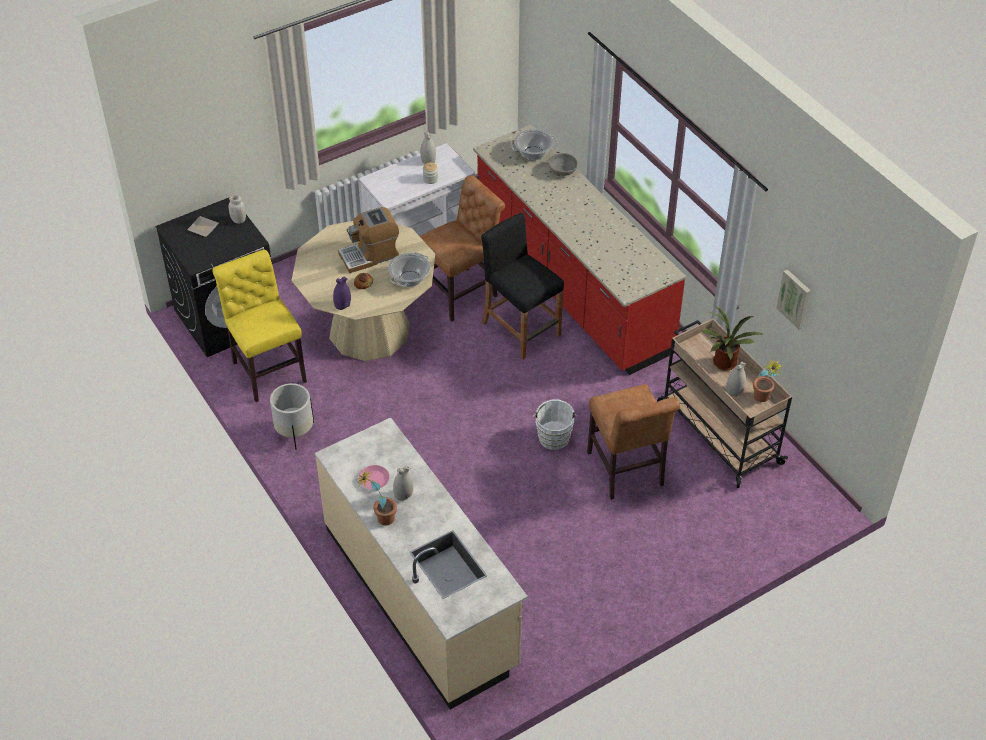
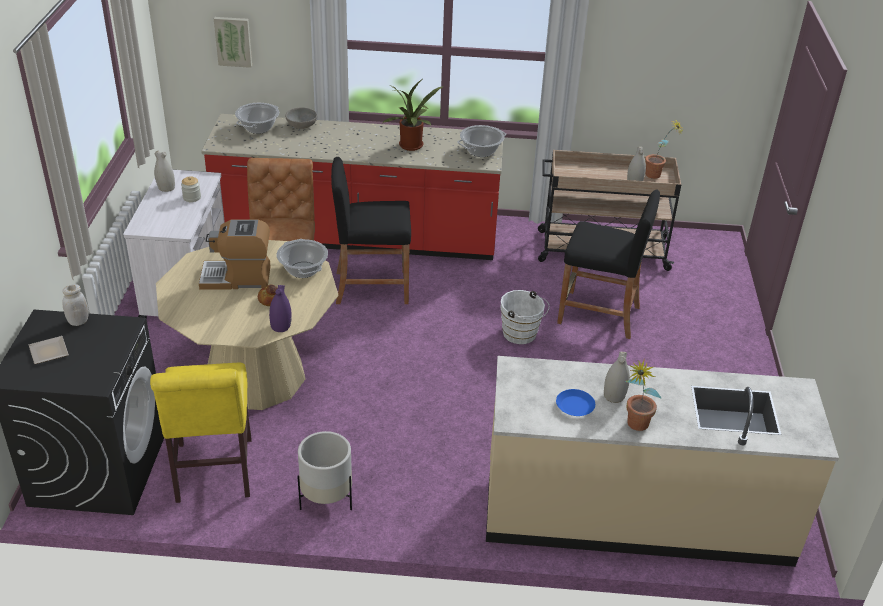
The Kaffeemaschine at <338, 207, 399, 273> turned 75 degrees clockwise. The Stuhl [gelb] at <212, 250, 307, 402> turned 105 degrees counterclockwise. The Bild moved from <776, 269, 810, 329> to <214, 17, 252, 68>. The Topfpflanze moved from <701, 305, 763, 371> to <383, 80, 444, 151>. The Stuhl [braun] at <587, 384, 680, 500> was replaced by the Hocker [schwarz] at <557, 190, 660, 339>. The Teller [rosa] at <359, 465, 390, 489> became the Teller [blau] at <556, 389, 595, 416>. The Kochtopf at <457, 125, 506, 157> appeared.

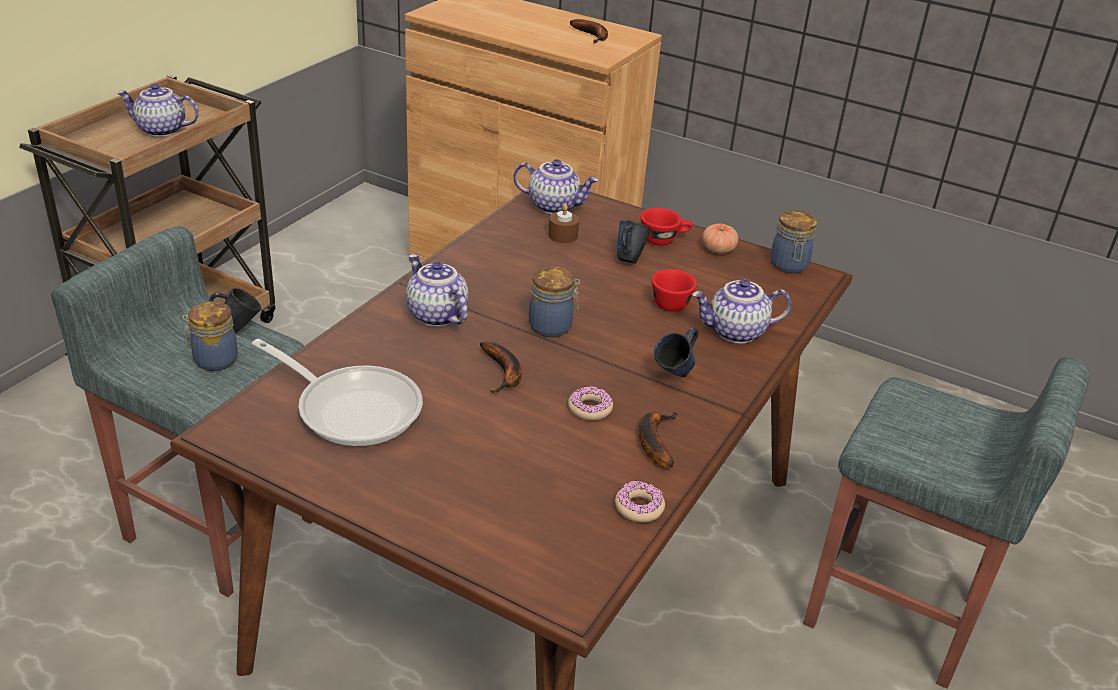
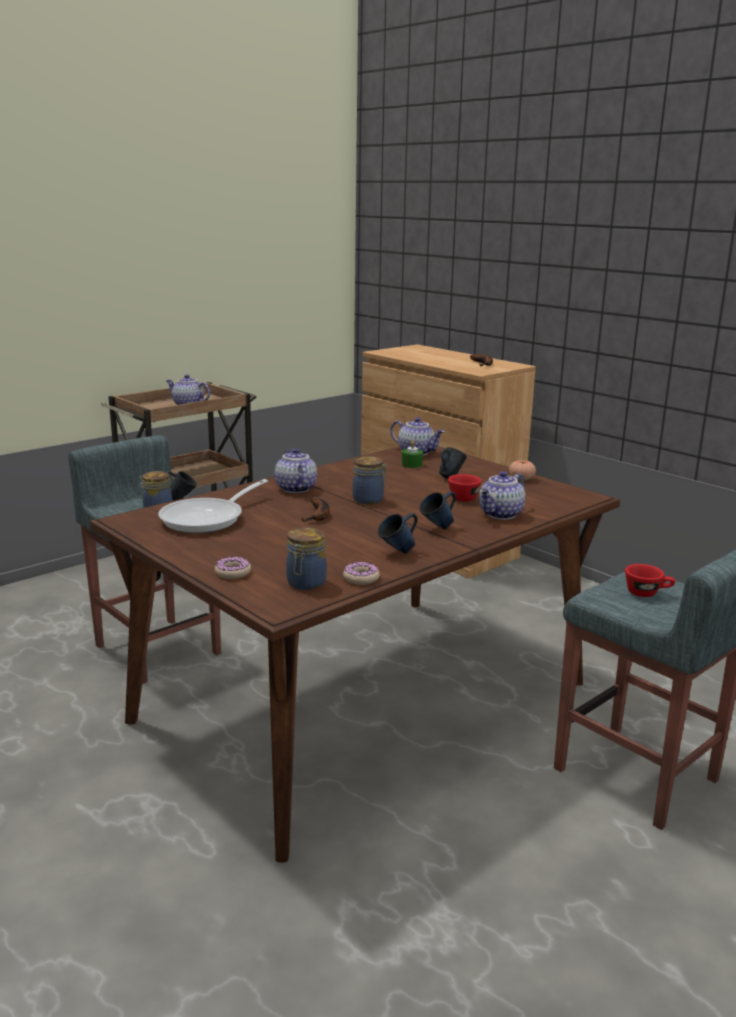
The Kerze [braun] at <548, 204, 579, 243> became the Kerze [grün] at <401, 440, 423, 468>. The Tasse [rot] moved from <641, 208, 693, 245> to <625, 564, 675, 597>. The Vorratsglas moved from <770, 210, 817, 274> to <286, 527, 327, 590>. The Teekanne at <692, 279, 791, 344> turned 60 degrees counterclockwise. The Pfanne at <252, 339, 423, 447> turned 75 degrees clockwise. The Donut moved from <568, 386, 613, 421> to <215, 557, 251, 579>. The Banane at <639, 412, 678, 468> was replaced by the Henkelbecher [blau] at <378, 513, 418, 554>.

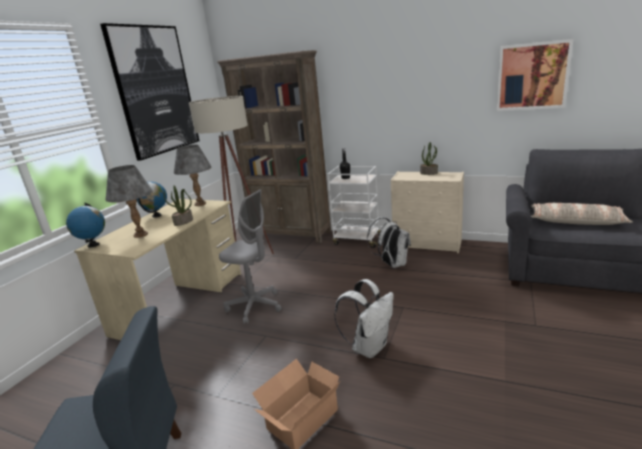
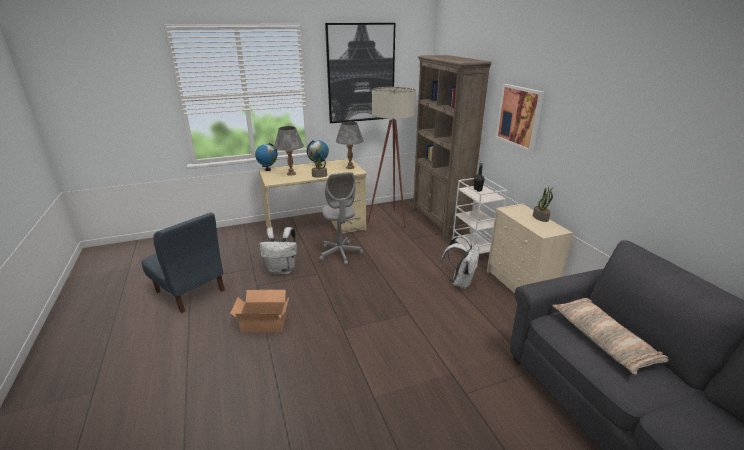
The Bild moved from <497, 39, 573, 111> to <496, 84, 544, 152>. The Rucksack [weiß] moved from <334, 279, 394, 358> to <259, 227, 297, 275>.

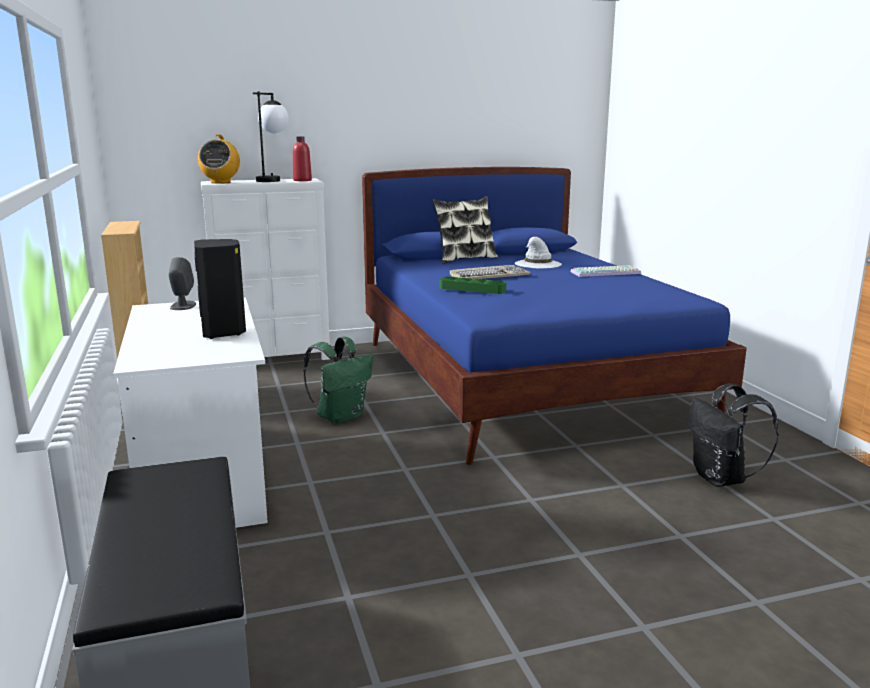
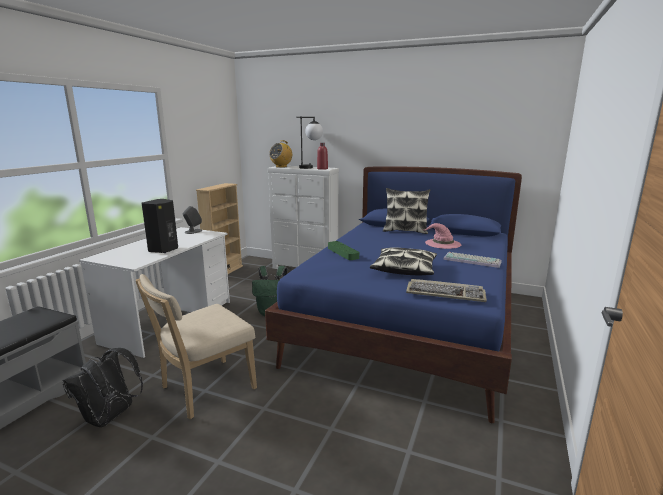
The Hut [weiß] at <515, 237, 562, 268> became the Hut [rosa] at <425, 223, 461, 249>. The Tastatur moved from <450, 265, 531, 279> to <406, 279, 487, 302>. The Rucksack [schwarz] moved from <688, 383, 779, 487> to <62, 348, 143, 427>. The Kissen at <370, 247, 437, 275> appeared. The Stuhl [beige] at <136, 274, 257, 419> appeared.

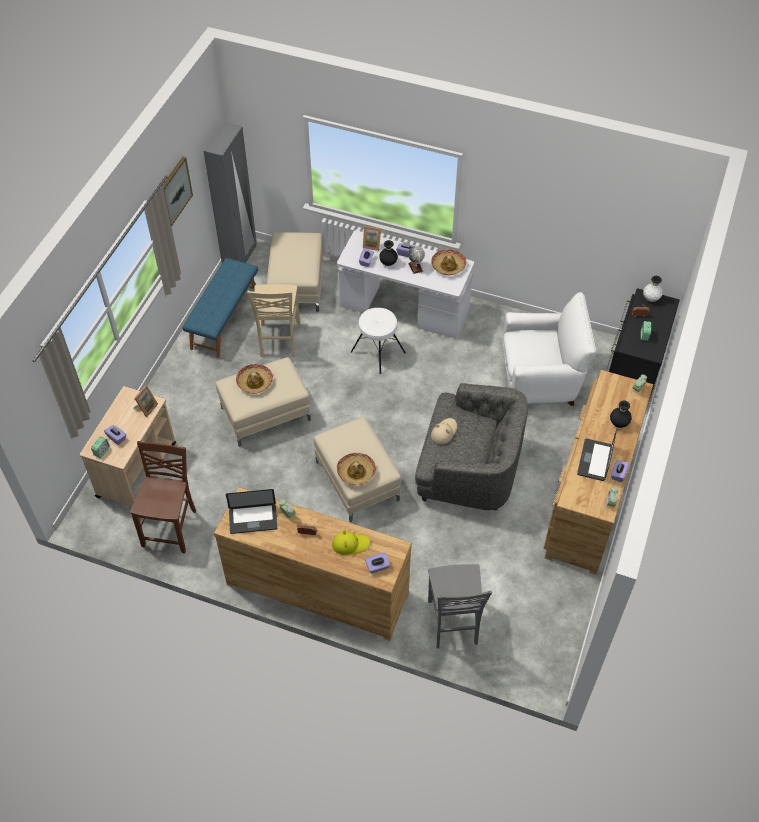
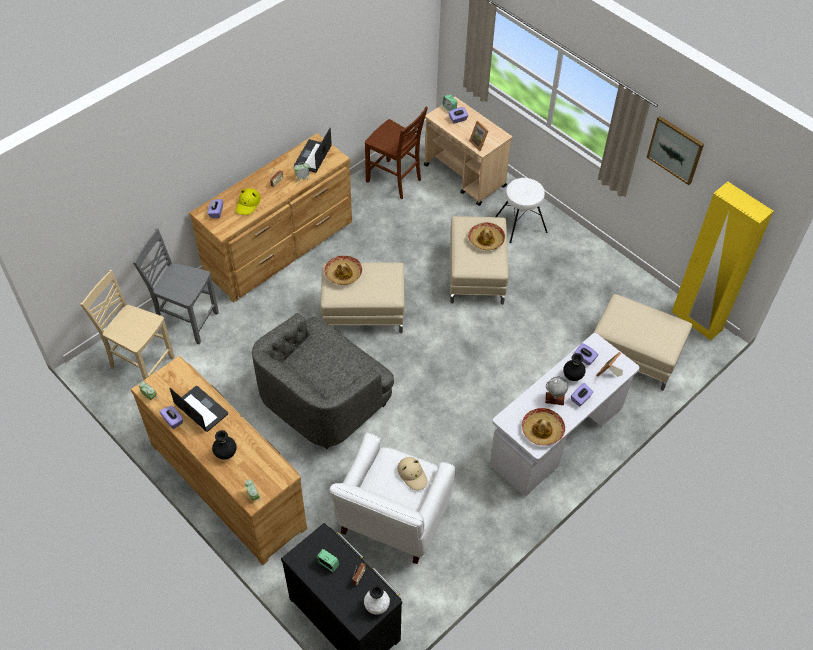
The Kleiderschrank [grau] at <204, 122, 257, 263> became the Kleiderschrank [gelb] at <672, 181, 774, 341>. The Bank [blau] at <182, 258, 258, 358> disappeared. The Stuhl [beige] moved from <247, 284, 300, 357> to <80, 269, 175, 380>. The Hocker [weiß] moved from <351, 308, 406, 374> to <495, 178, 548, 243>. The Hut [beige] moved from <431, 418, 457, 444> to <397, 457, 428, 490>.

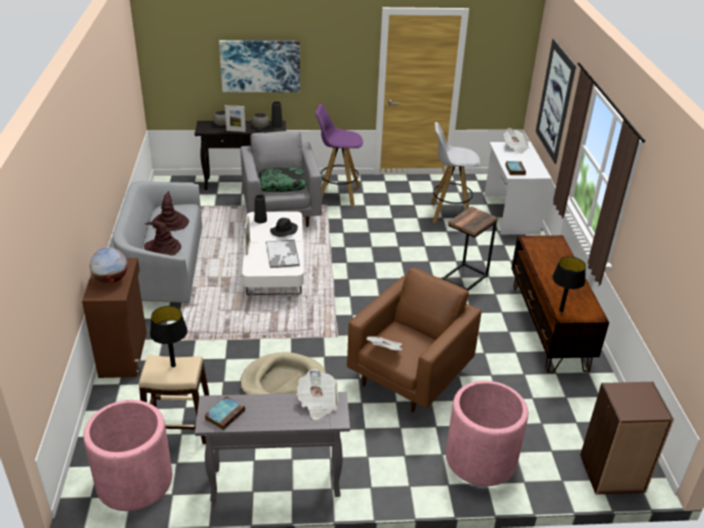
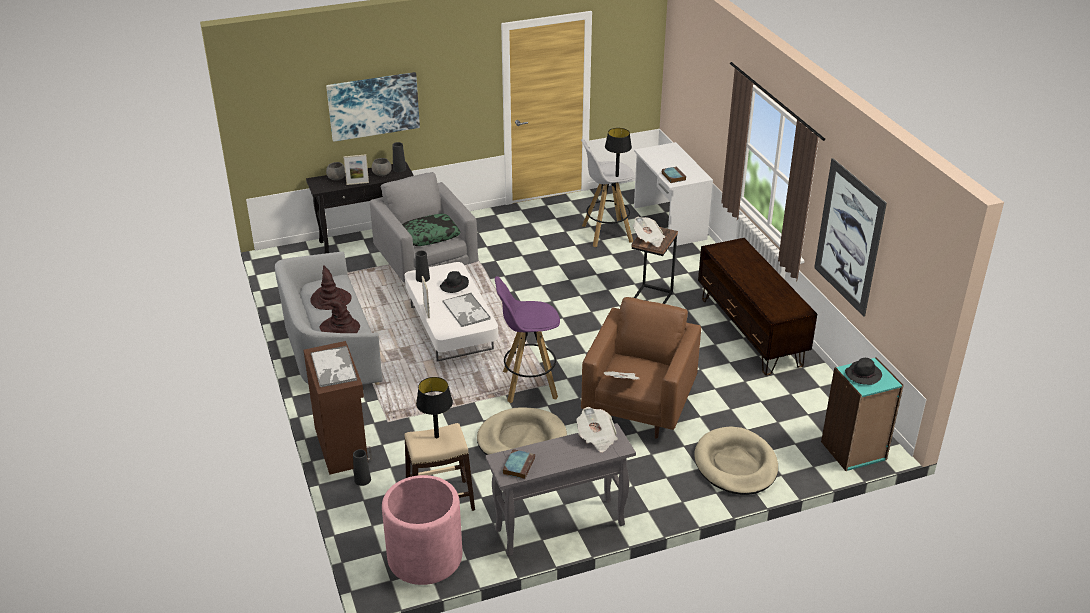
The Bild moved from <536, 39, 576, 164> to <814, 158, 887, 317>. The Hocker [lila] moved from <315, 104, 363, 206> to <495, 276, 560, 403>. The Zeitung moved from <504, 128, 529, 154> to <633, 217, 665, 247>. The Globus at <90, 247, 128, 283> was replaced by the Tablett at <311, 346, 357, 387>. The Tischlampe [schwarz] moved from <552, 256, 586, 312> to <605, 128, 632, 177>. The Pflanzkübel [rosa] at <446, 381, 528, 486> was replaced by the Hundebett [beige] at <694, 426, 778, 495>. The Bücherregal [braun] at <580, 381, 674, 495> became the Bücherregal [türkis] at <821, 357, 904, 471>. The Hut [schwarz] at <845, 358, 882, 385> appeared. The Vase [schwarz] at <353, 449, 371, 486> appeared.

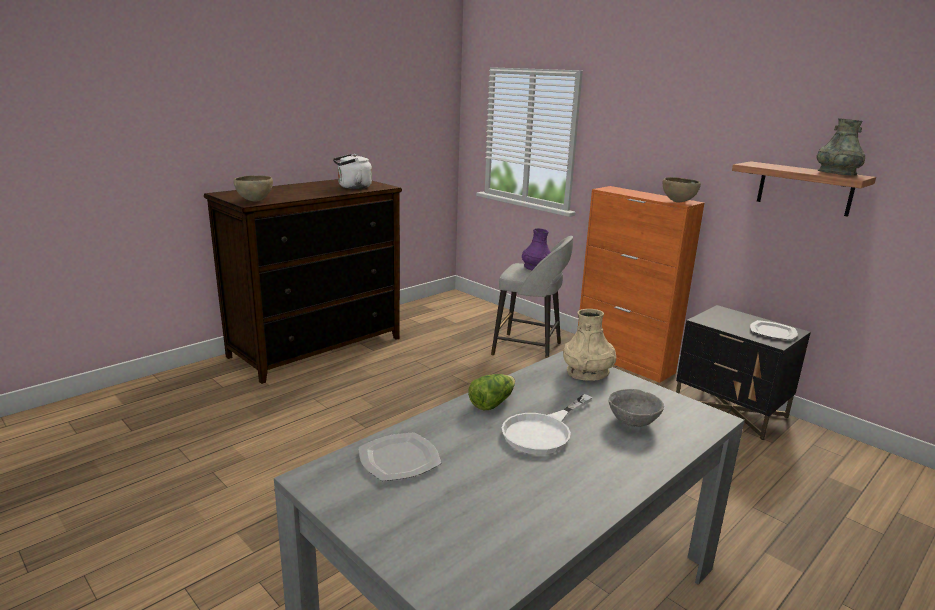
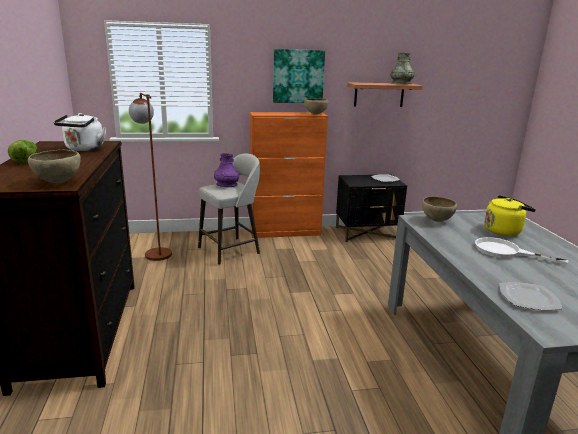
The Vase [beige] at <563, 309, 616, 381> was replaced by the Schüssel [braun] at <422, 196, 457, 222>. The Salatkopf moved from <468, 374, 515, 410> to <8, 140, 38, 164>. The Schüssel [grau] at <609, 389, 664, 427> was replaced by the Wasserkessel [gelb] at <484, 195, 536, 236>. The Pfanne [weiß] at <502, 394, 593, 455> turned 135 degrees clockwise. The Bild at <273, 49, 325, 103> appeared. The Stehlampe [braun] at <129, 93, 172, 261> appeared.

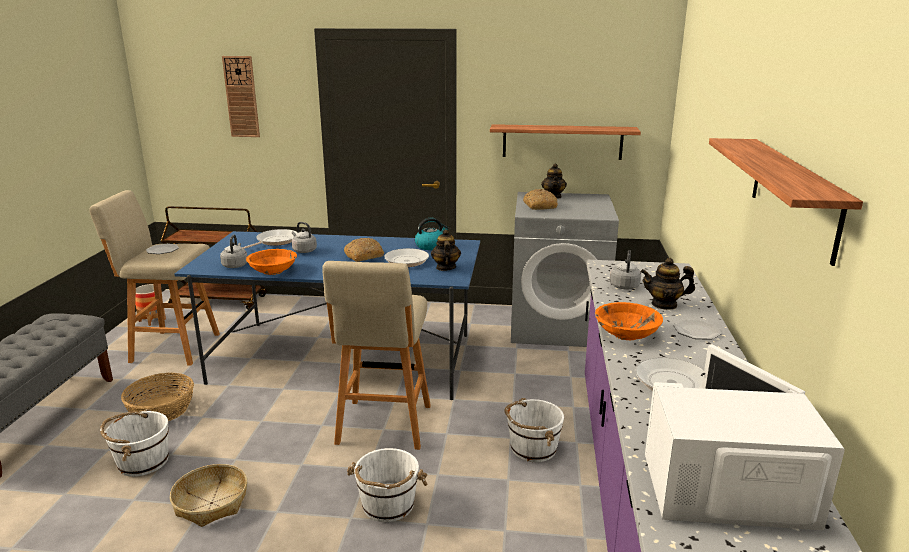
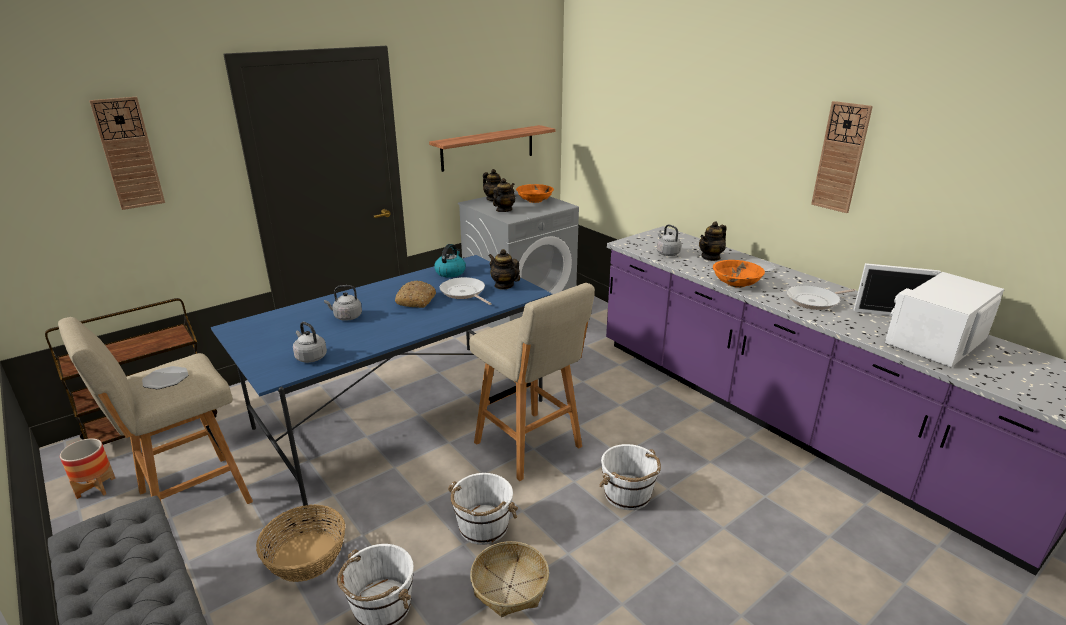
The Wandregal at <709, 138, 863, 266> was replaced by the Wanduhr at <811, 101, 873, 213>. The Brot at <523, 189, 558, 210> was replaced by the Teekanne at <493, 178, 515, 212>. The Pfanne at <242, 229, 298, 249> disappeared. The Schüssel [orange] moved from <246, 249, 297, 275> to <516, 184, 554, 203>. The Eimer [weiß] moved from <504, 398, 564, 462> to <448, 473, 518, 545>.

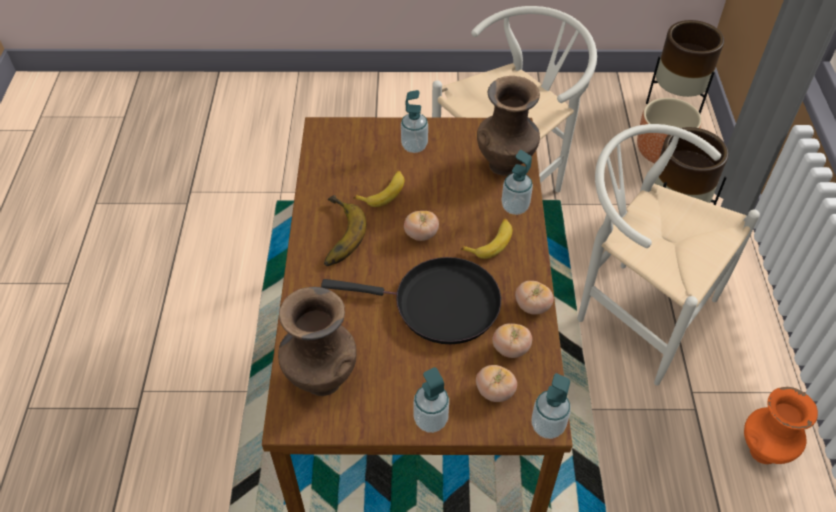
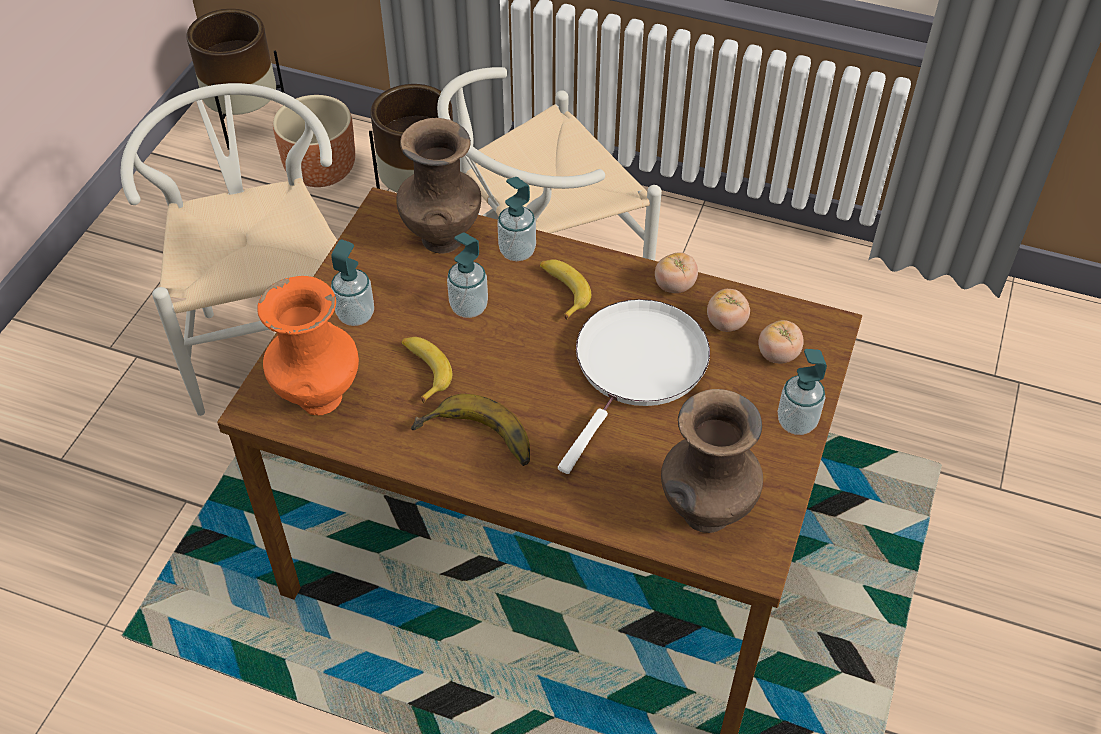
The Tomate at <404, 211, 439, 241> disappeared. The Pfanne [schwarz] at <321, 257, 501, 344> became the Pfanne [weiß] at <558, 299, 710, 474>. The Seifenspender moved from <531, 373, 571, 439> to <447, 232, 488, 318>. The Vase [orange] moved from <744, 387, 818, 464> to <257, 276, 359, 415>.

